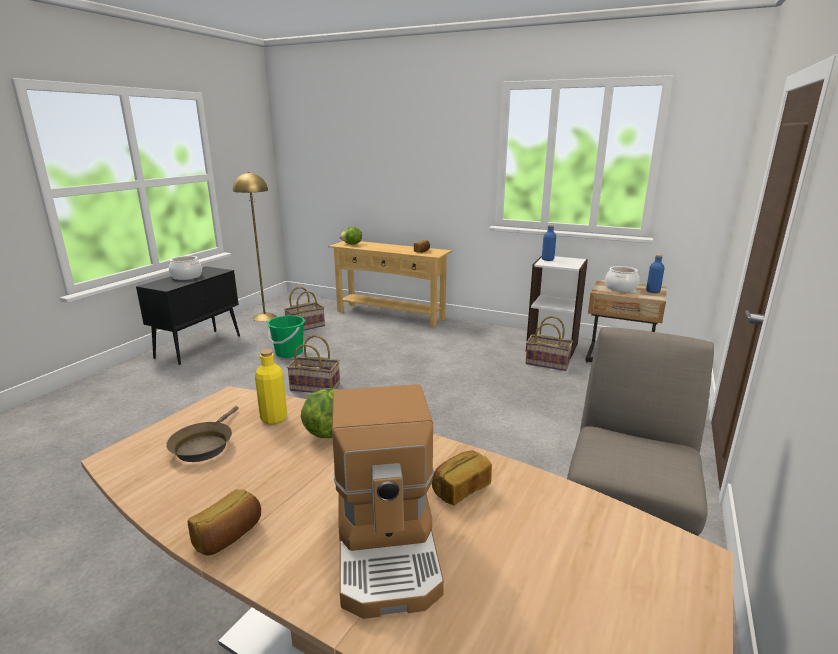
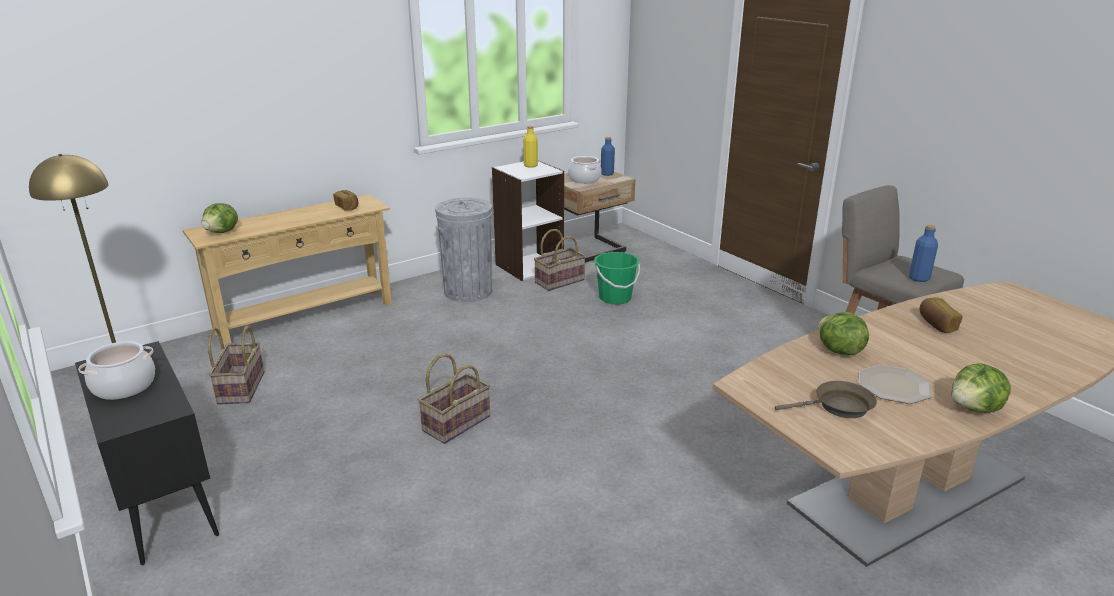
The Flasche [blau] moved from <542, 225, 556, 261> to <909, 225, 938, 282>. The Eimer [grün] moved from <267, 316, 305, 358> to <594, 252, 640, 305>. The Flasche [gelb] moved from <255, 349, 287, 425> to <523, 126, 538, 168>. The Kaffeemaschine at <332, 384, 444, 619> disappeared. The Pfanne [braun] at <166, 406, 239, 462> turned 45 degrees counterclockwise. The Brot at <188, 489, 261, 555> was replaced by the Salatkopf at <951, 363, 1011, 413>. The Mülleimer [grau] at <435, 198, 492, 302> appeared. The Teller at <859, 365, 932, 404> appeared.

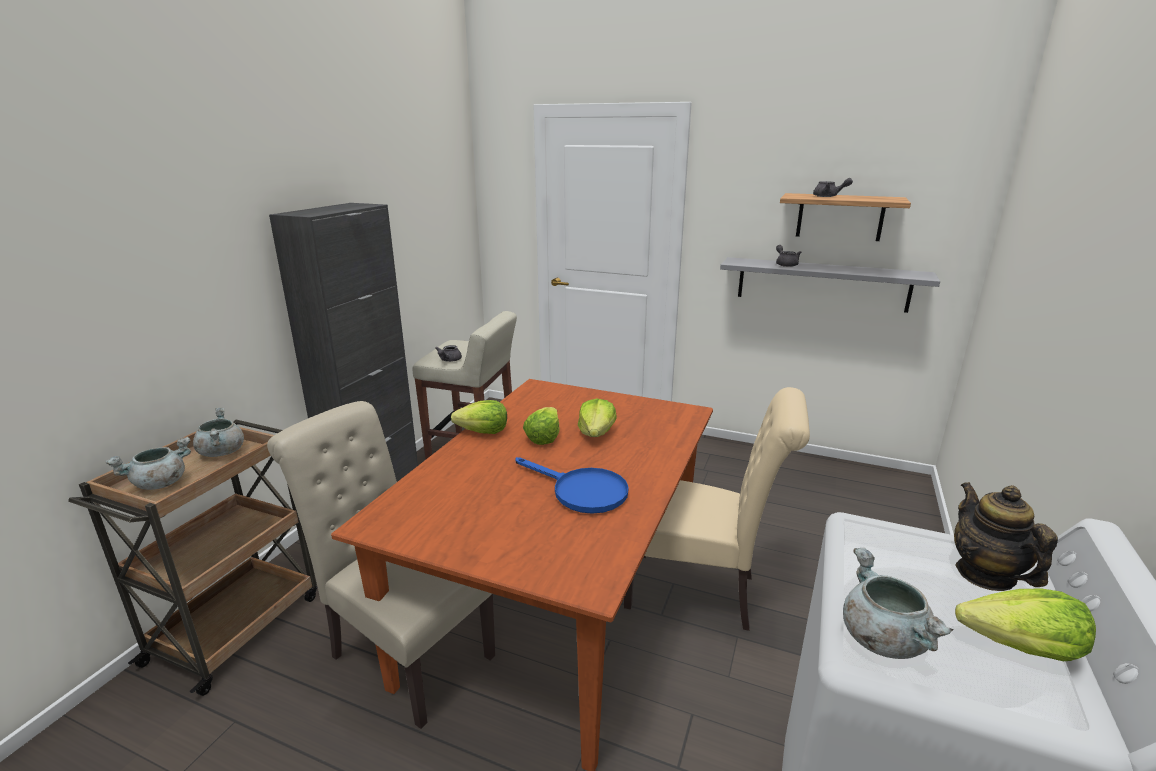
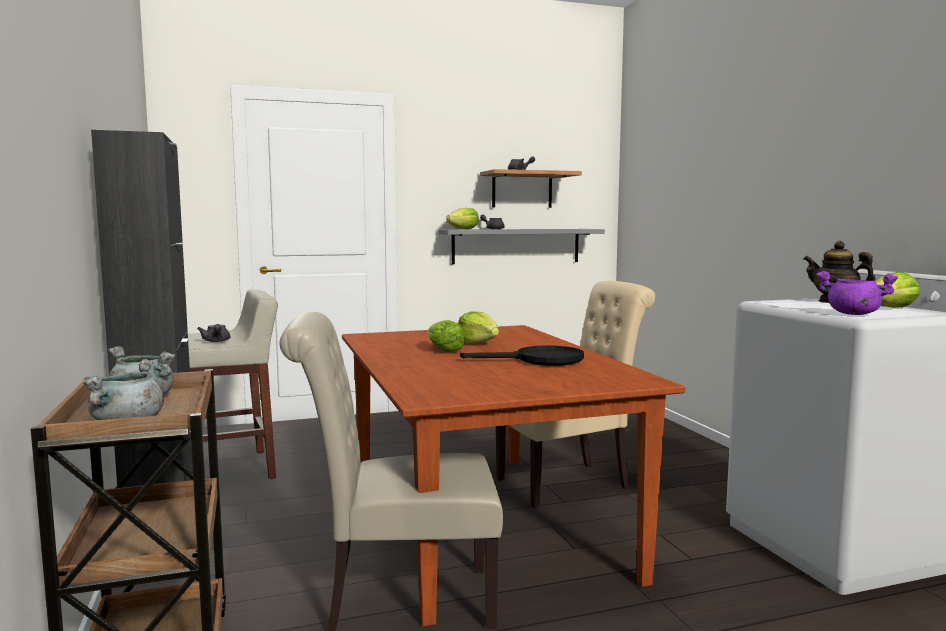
The Salatkopf moved from <451, 400, 507, 434> to <446, 208, 479, 229>. The Pfanne [blau] at <516, 457, 629, 514> became the Pfanne [schwarz] at <460, 345, 584, 366>. The Kochtopf [grau] at <843, 548, 953, 659> became the Kochtopf [lila] at <817, 271, 898, 315>.

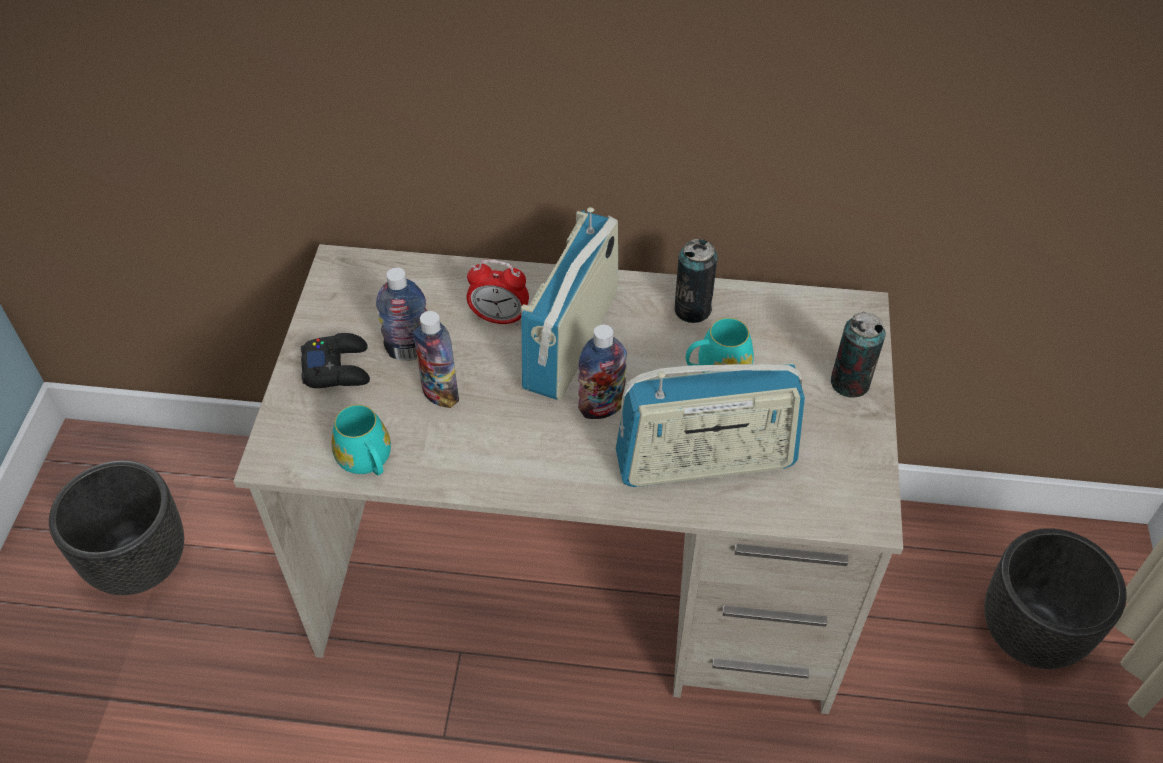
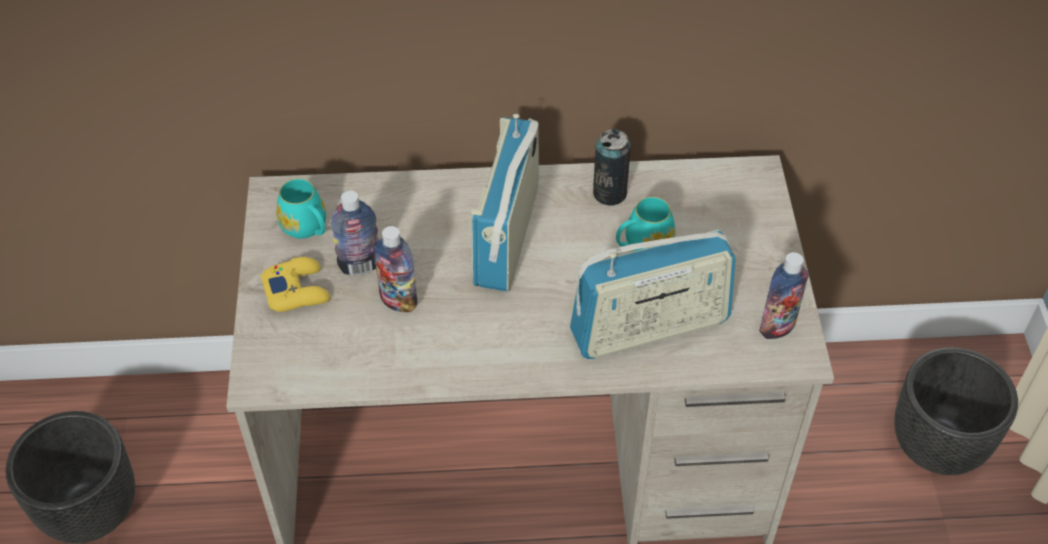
The Wecker at <467, 260, 529, 325> disappeared. The Dose at <831, 312, 886, 398> disappeared. The Flasche moved from <578, 325, 627, 419> to <759, 252, 809, 339>. The Gamepad [schwarz] at <301, 333, 370, 388> became the Gamepad [gelb] at <260, 257, 331, 312>. The Henkelbecher [türkis] moved from <331, 405, 391, 475> to <276, 178, 326, 239>.

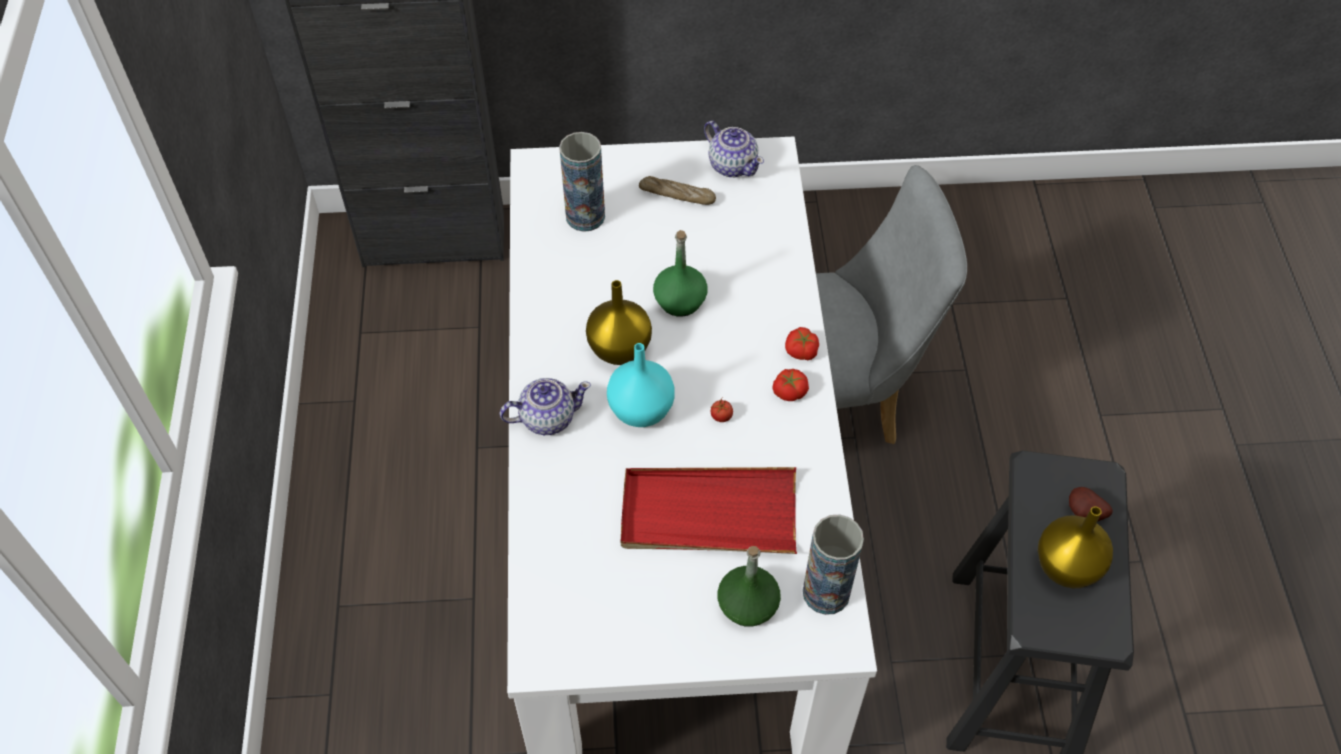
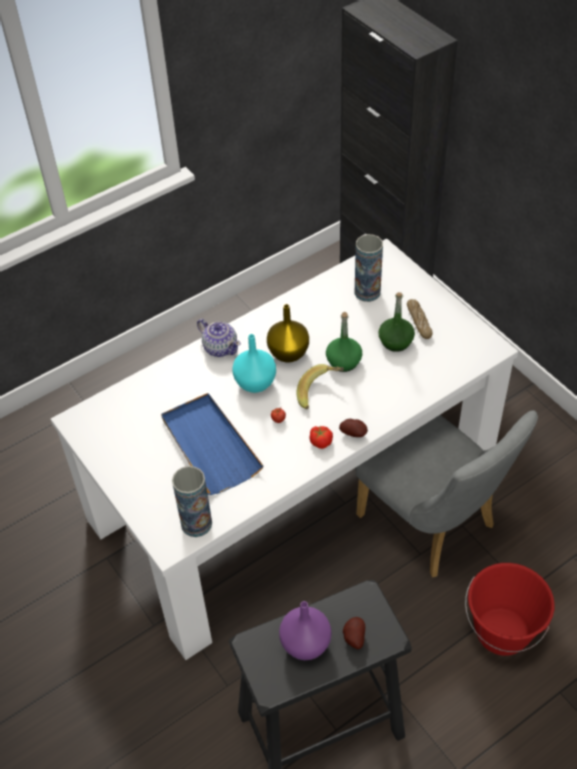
The Teekanne at <704, 121, 764, 177> disappeared. The Tomate at <785, 327, 819, 360> was replaced by the Kartoffel at <339, 419, 368, 437>. The Tablett [rot] at <621, 467, 797, 554> became the Tablett [blau] at <161, 393, 263, 495>. The Vase [gelb] at <1038, 506, 1113, 588> became the Vase [lila] at <279, 601, 332, 660>. The Flasche [grün] moved from <717, 546, 781, 627> to <378, 292, 415, 352>. The Banane at <297, 364, 344, 409> appeared. The Eimer [rot] at <465, 563, 555, 656> appeared.

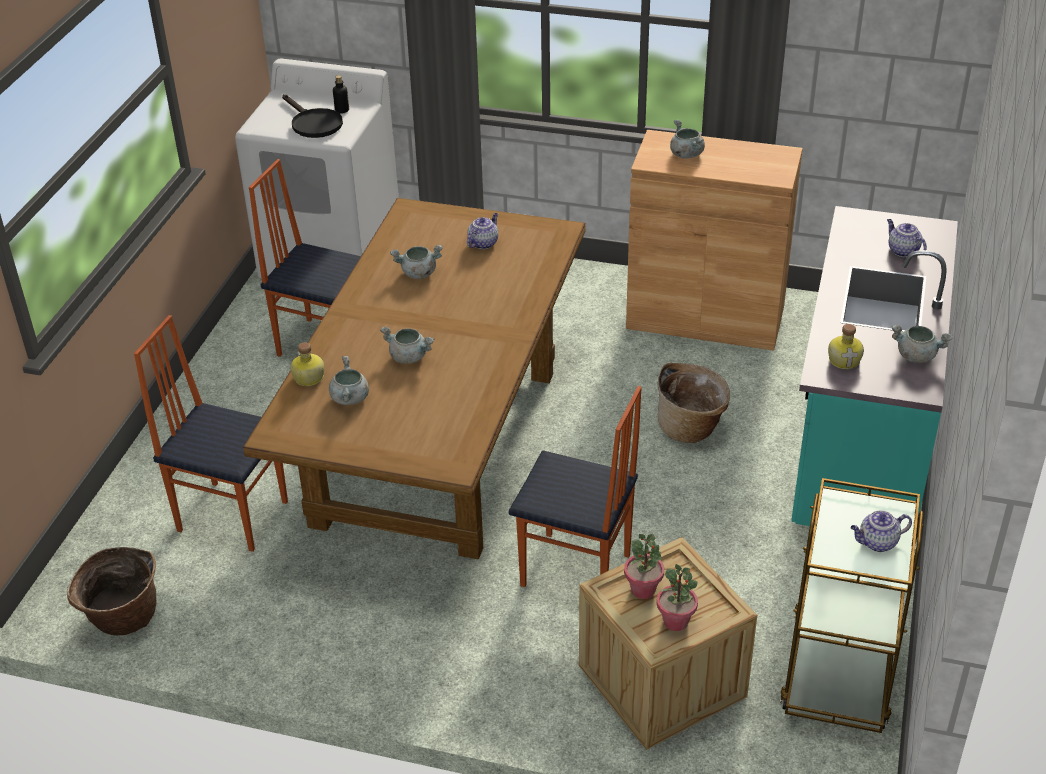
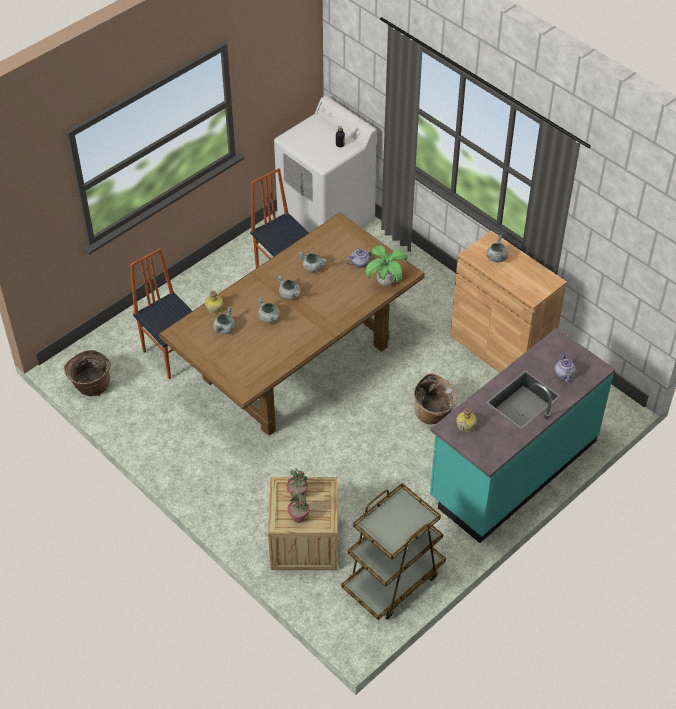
The Pfanne [schwarz] at <282, 94, 343, 138> disappeared. The Kochtopf [grau] moved from <892, 325, 952, 363> to <277, 275, 301, 300>. The Stuhl at <509, 386, 642, 587> disappeared. The Teekanne at <851, 510, 912, 552> disappeared. The Topfpflanze at <365, 245, 408, 286> appeared.

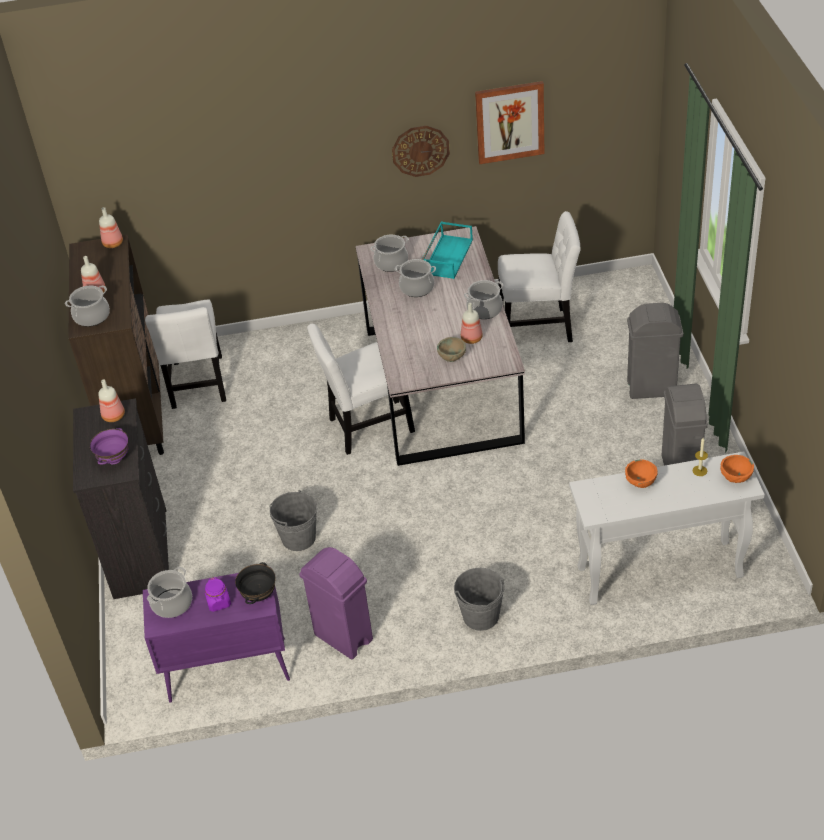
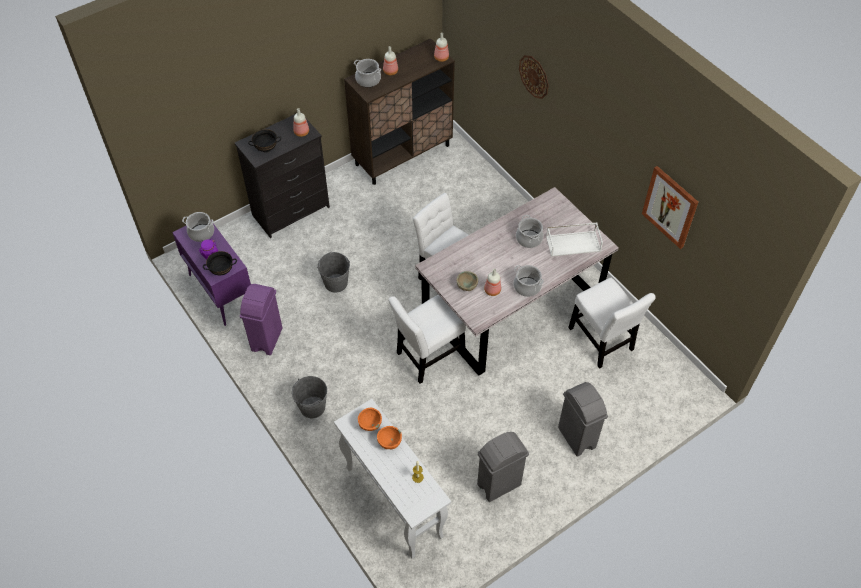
The Wanduhr moved from <392, 125, 450, 177> to <519, 55, 549, 99>. The Tablett [türkis] at <422, 221, 473, 279> became the Tablett [weiß] at <546, 223, 603, 257>. The Kochtopf at <370, 235, 409, 272> disappeared. The Stuhl [weiß] moved from <145, 300, 226, 409> to <388, 295, 466, 384>. The Schüssel [lila] at <90, 428, 129, 465> became the Schüssel [schwarz] at <248, 129, 281, 153>. The Schüssel [orange] moved from <720, 455, 754, 483> to <358, 408, 382, 431>.

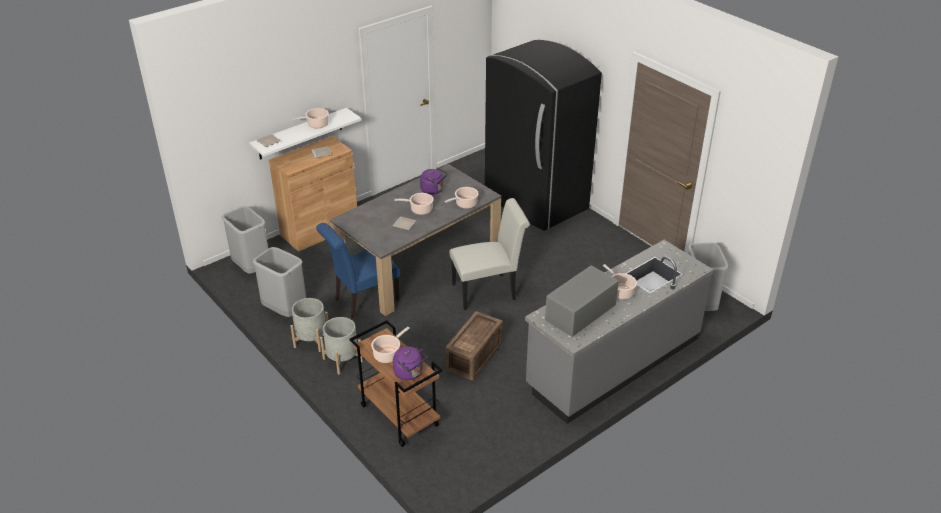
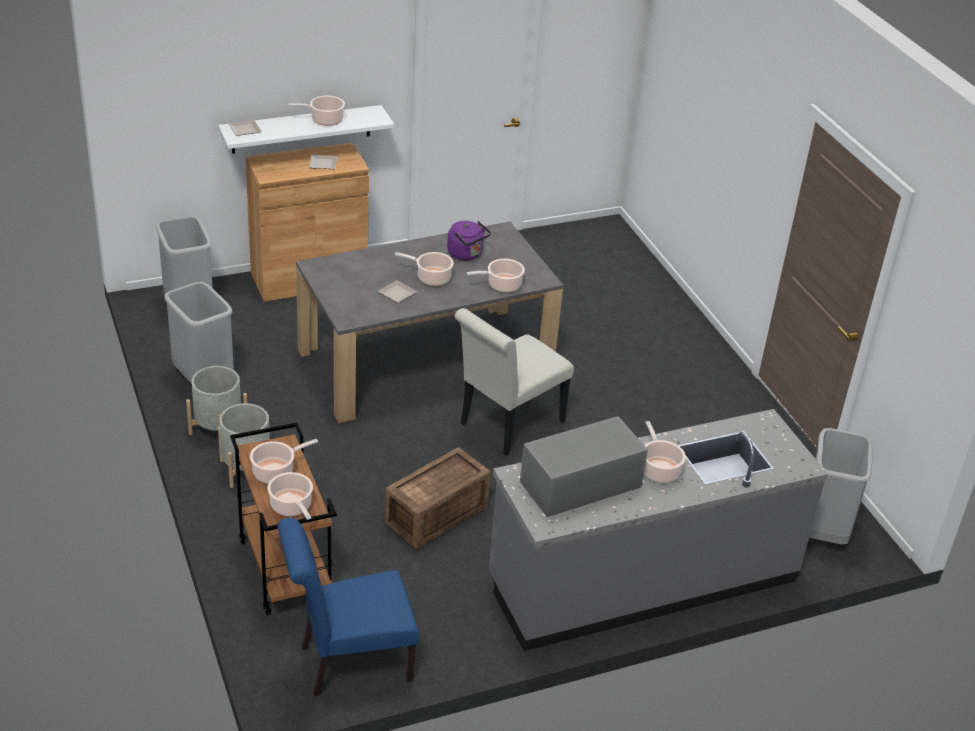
The Kühlschrank [schwarz] at <485, 40, 602, 230> disappeared. The Stuhl [weiß] at <449, 198, 530, 310> turned 135 degrees clockwise. The Stuhl [blau] moved from <316, 223, 400, 318> to <278, 518, 419, 697>. The Wasserkessel [lila] at <393, 347, 428, 380> was replaced by the Kochtopf at <267, 472, 313, 520>.

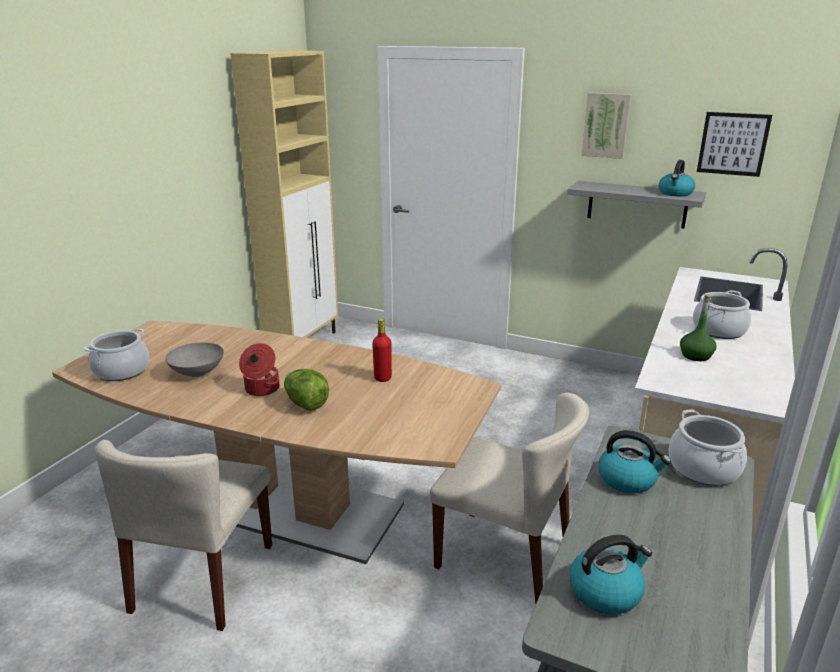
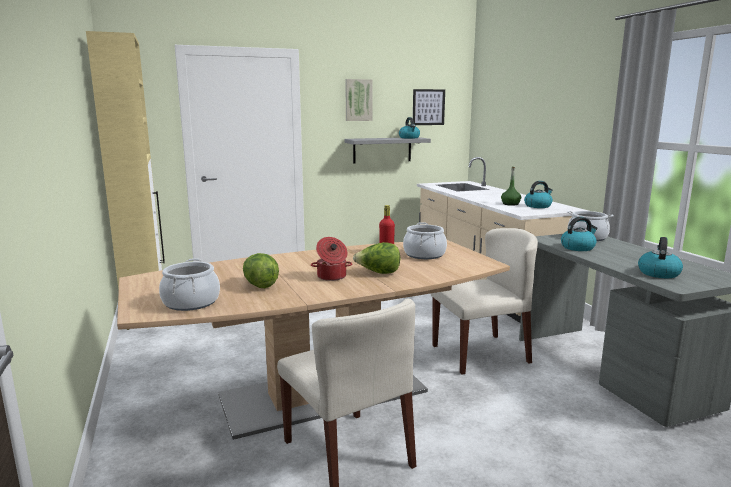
The Kochtopf moved from <693, 290, 751, 339> to <403, 222, 447, 259>. The Schüssel [grau] at <165, 342, 224, 377> was replaced by the Salatkopf at <243, 253, 279, 288>. The Wasserkessel at <524, 181, 553, 208> appeared.

